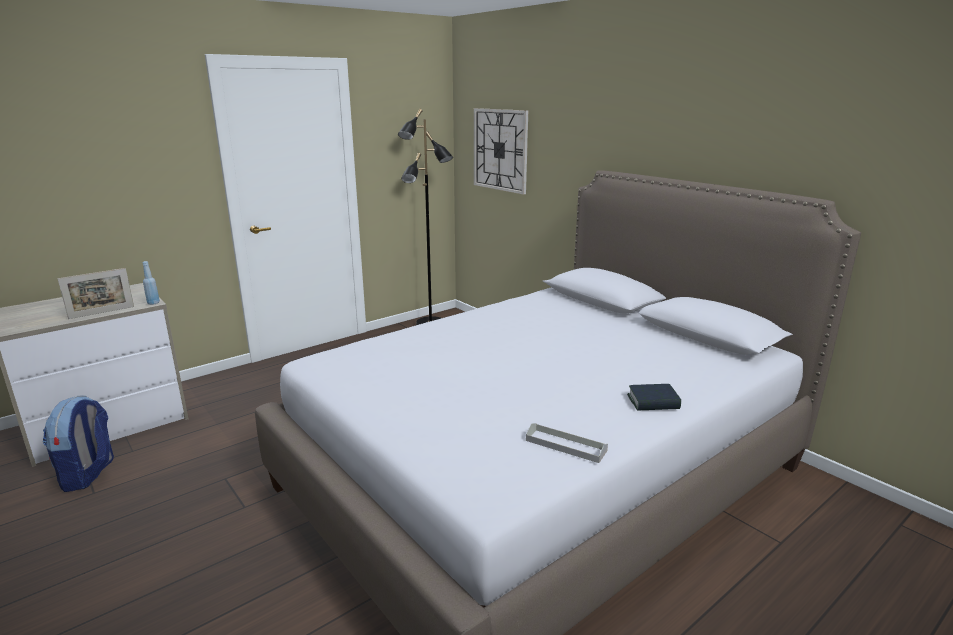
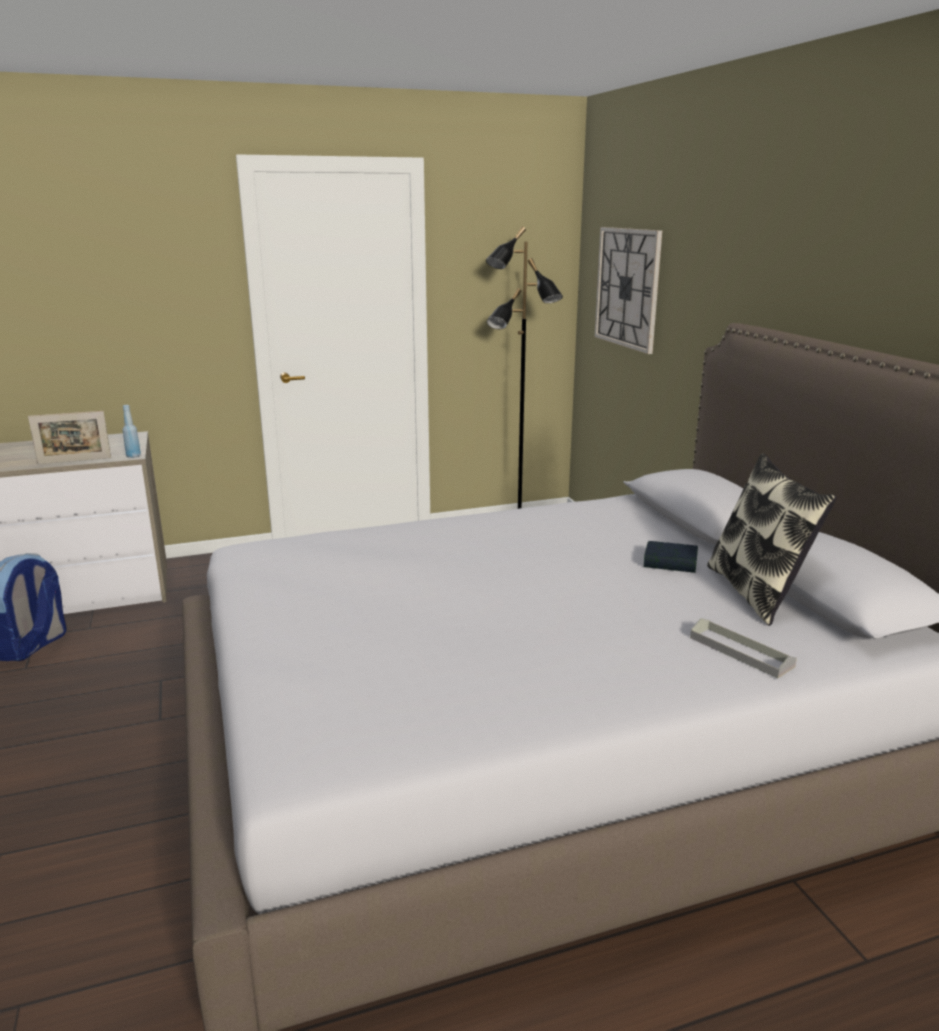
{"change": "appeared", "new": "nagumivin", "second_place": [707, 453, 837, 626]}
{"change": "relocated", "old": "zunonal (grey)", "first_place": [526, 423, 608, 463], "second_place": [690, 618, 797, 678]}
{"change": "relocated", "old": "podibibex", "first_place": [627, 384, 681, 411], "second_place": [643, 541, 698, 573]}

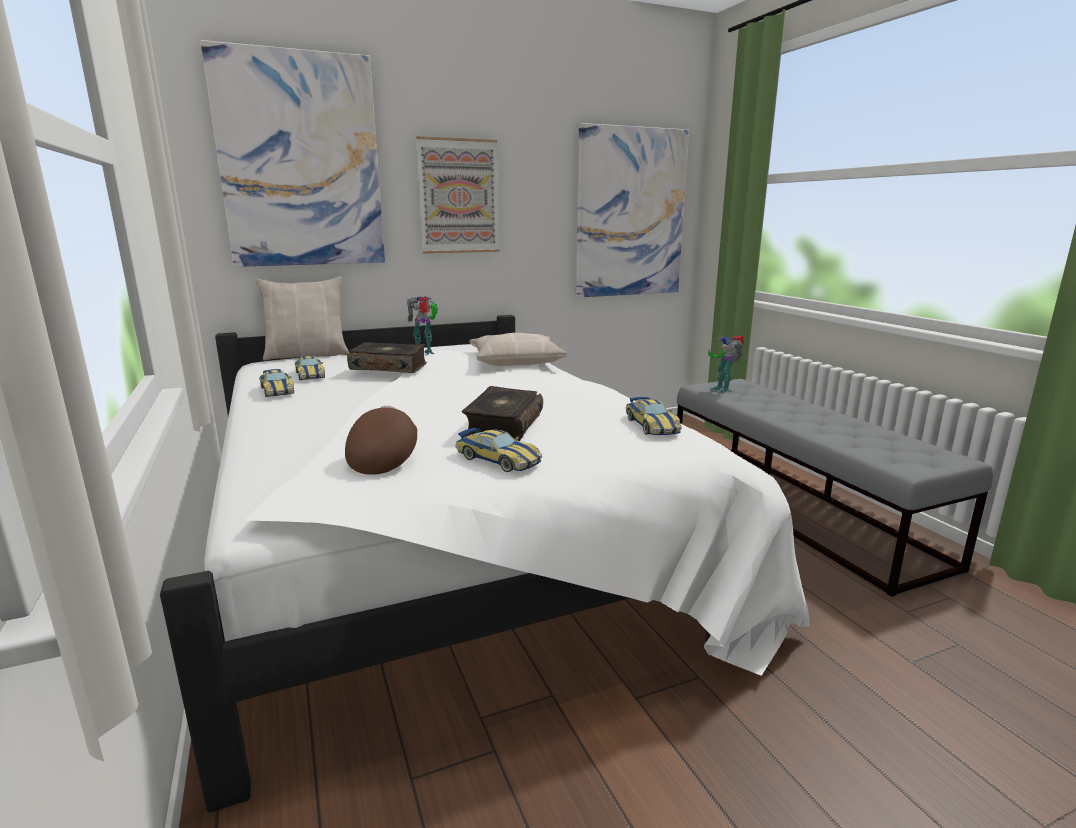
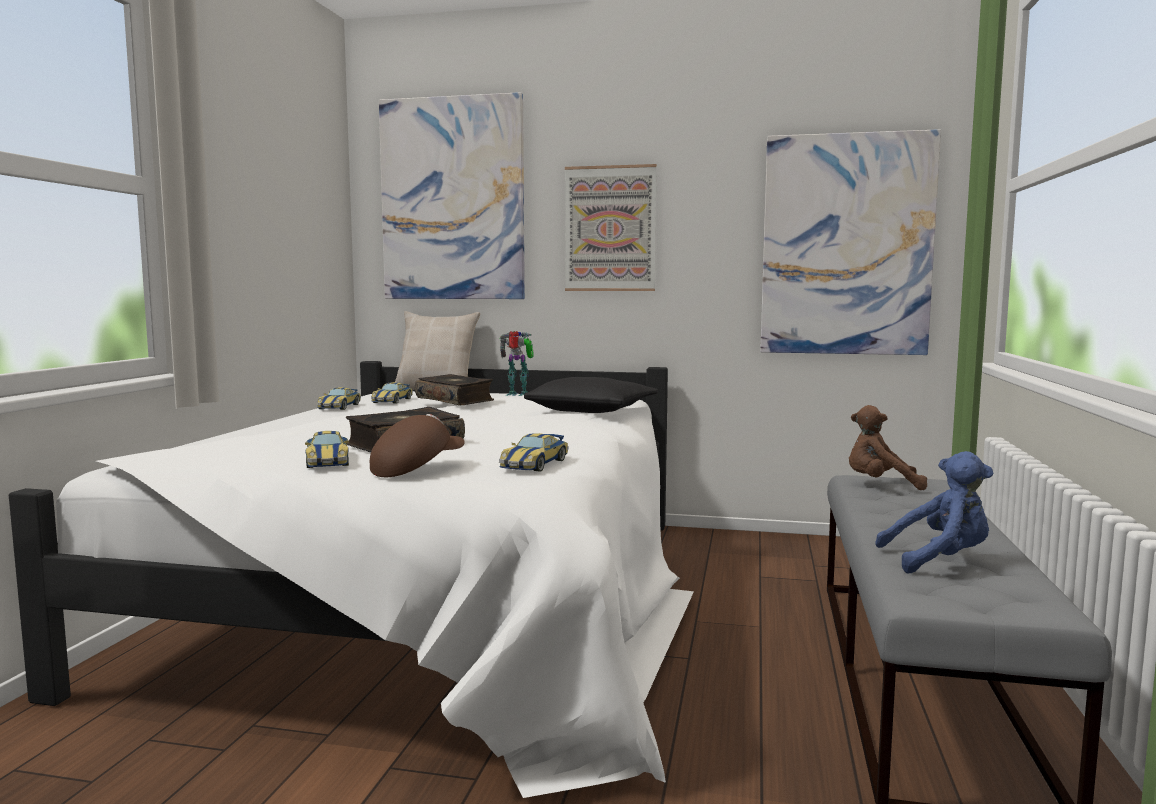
{"change": "appeared", "new": "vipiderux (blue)", "second_place": [875, 451, 994, 573]}
{"change": "relocated", "old": "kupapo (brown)", "first_place": [345, 406, 417, 475], "second_place": [370, 414, 465, 477]}
{"change": "exchanged", "old": "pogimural", "new": "vipiderux (brown)", "first_place": [708, 335, 744, 393], "second_place": [849, 405, 927, 490]}
{"change": "colour", "old": "nagumivin (beige)", "new": "nagumivin (black)", "first_place": [470, 333, 567, 366], "second_place": [524, 377, 658, 413]}

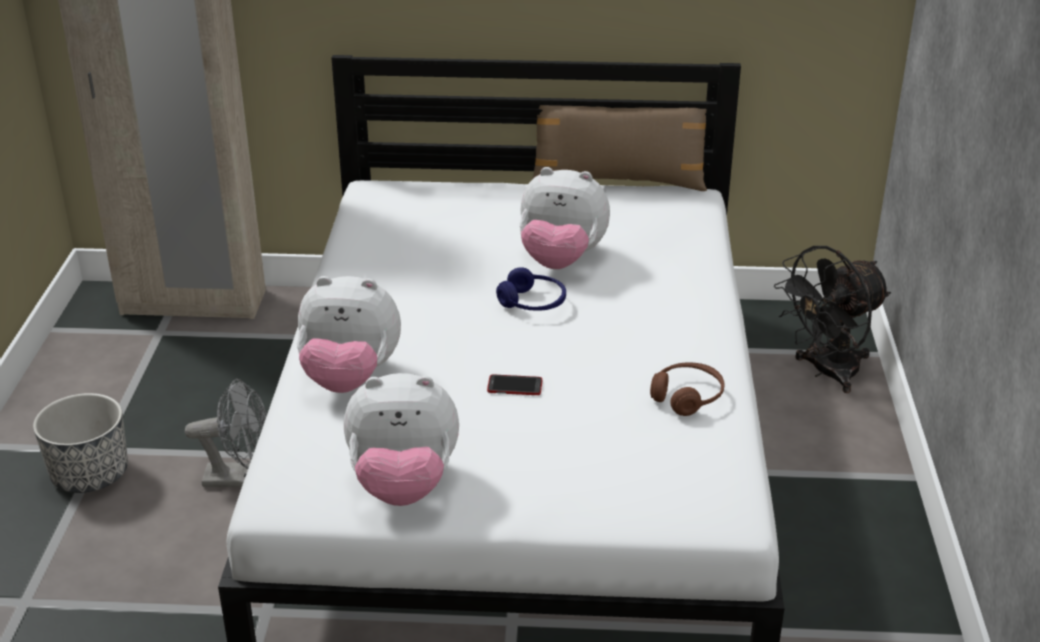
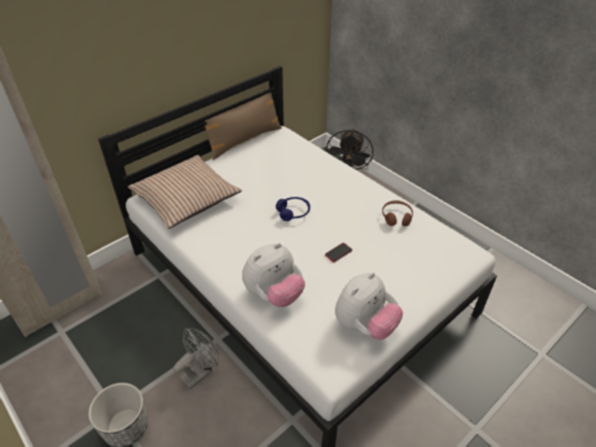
{"change": "missing", "old": "vipiderux", "first_place": [520, 167, 610, 269]}
{"change": "appeared", "new": "nagumivin", "second_place": [128, 155, 242, 229]}

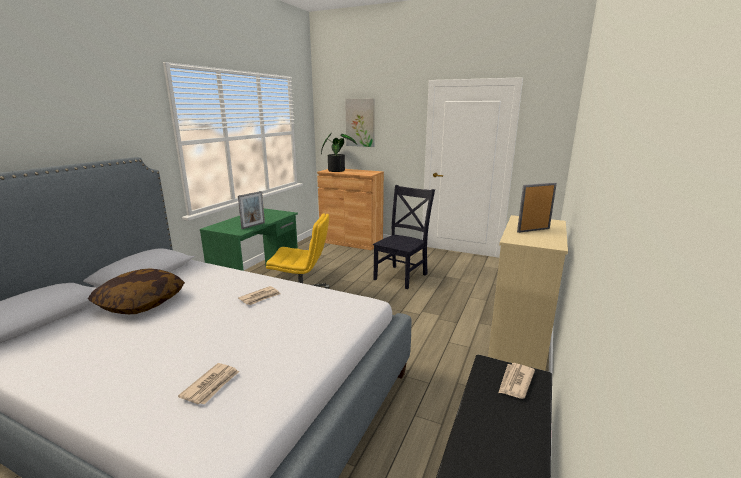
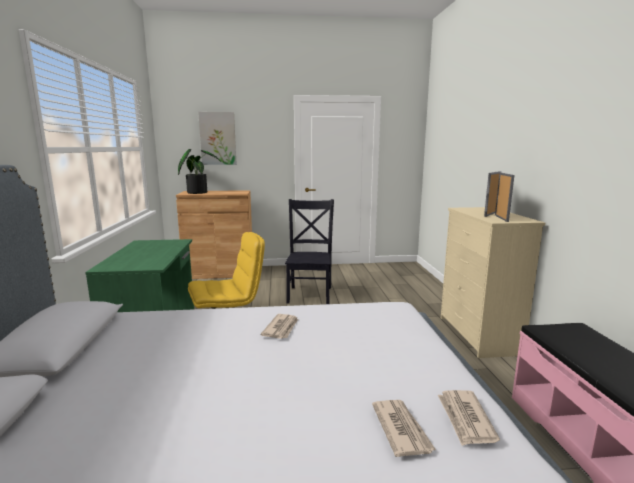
{"change": "missing", "old": "nagumivin", "first_place": [88, 269, 185, 314]}
{"change": "relocated", "old": "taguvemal", "first_place": [238, 191, 265, 229], "second_place": [495, 173, 514, 222]}
{"change": "relocated", "old": "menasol", "first_place": [498, 363, 535, 399], "second_place": [438, 390, 500, 446]}

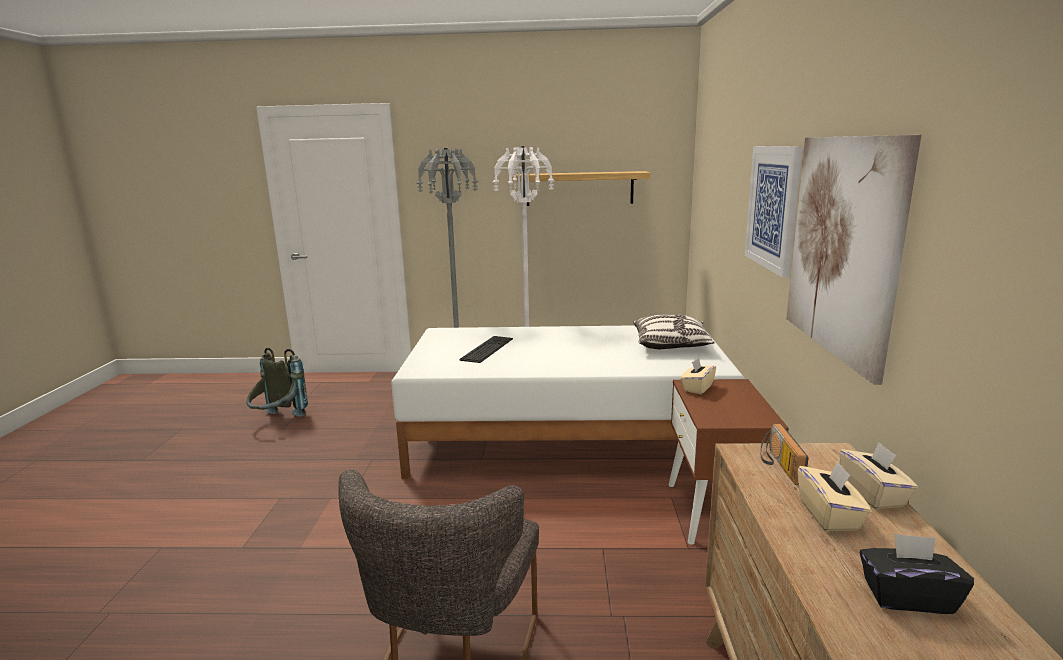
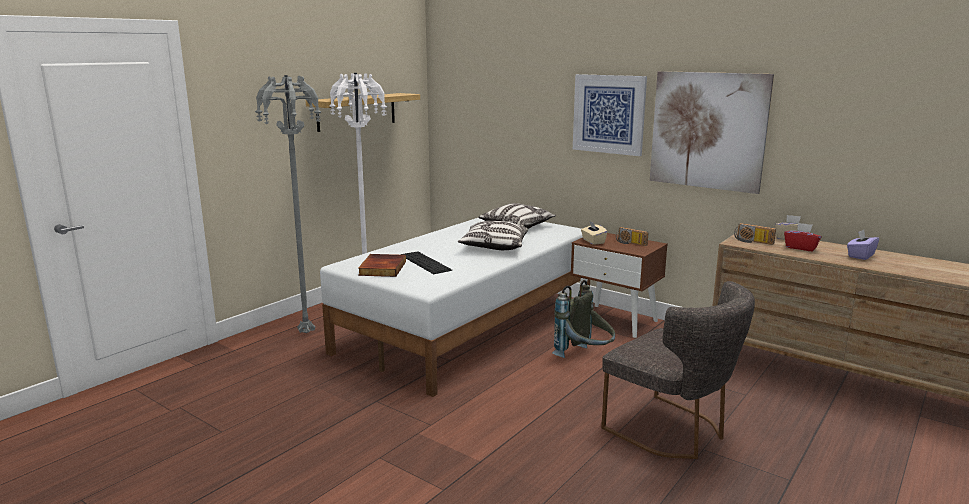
{"change": "appeared", "new": "podibibex", "second_place": [358, 254, 406, 277]}
{"change": "appeared", "new": "nagumivin", "second_place": [458, 221, 528, 250]}
{"change": "appeared", "new": "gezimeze", "second_place": [616, 227, 648, 246]}
{"change": "relocated", "old": "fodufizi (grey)", "first_place": [246, 348, 308, 417], "second_place": [552, 280, 615, 358]}
{"change": "colour", "old": "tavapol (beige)", "new": "tavapol (red)", "first_place": [798, 460, 871, 531], "second_place": [784, 223, 821, 251]}
{"change": "colour", "old": "tavapol (black)", "new": "tavapol (purple)", "first_place": [859, 533, 974, 614], "second_place": [847, 230, 879, 260]}

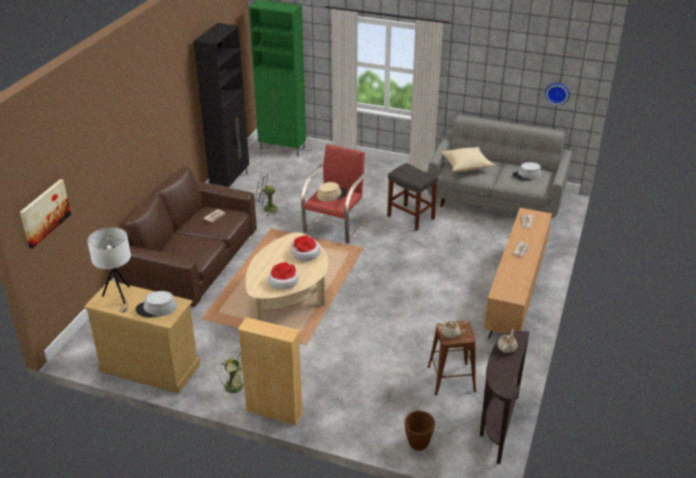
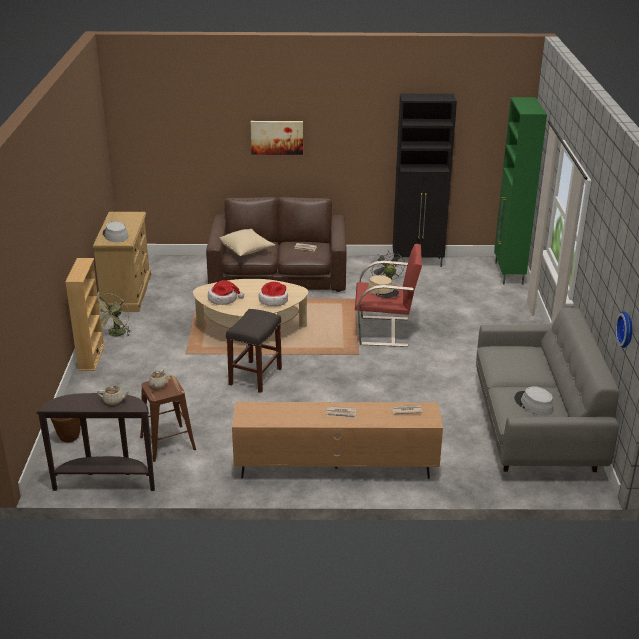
{"change": "missing", "old": "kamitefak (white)", "first_place": [87, 227, 131, 313]}
{"change": "relocated", "old": "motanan", "first_place": [20, 179, 71, 249], "second_place": [251, 121, 303, 155]}
{"change": "relocated", "old": "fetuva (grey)", "first_place": [387, 163, 438, 231], "second_place": [226, 309, 282, 393]}
{"change": "relocated", "old": "nagumivin (beige)", "first_place": [442, 147, 495, 172], "second_place": [220, 229, 275, 256]}

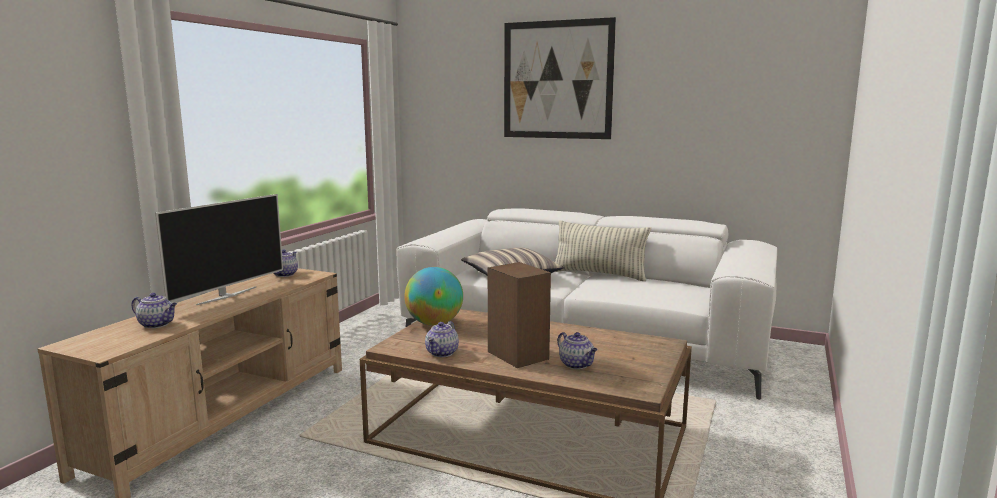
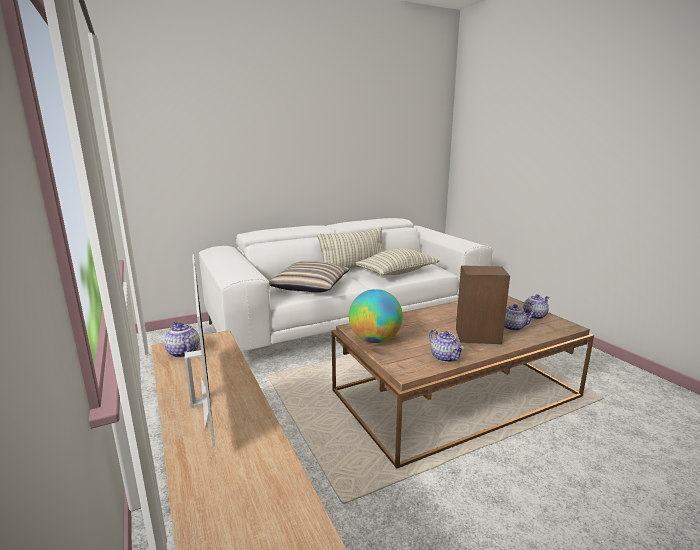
{"change": "missing", "old": "motanan", "first_place": [504, 17, 616, 139]}
{"change": "appeared", "new": "nagumivin", "second_place": [356, 248, 439, 275]}
{"change": "relocated", "old": "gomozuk", "first_place": [131, 293, 177, 328], "second_place": [523, 294, 549, 319]}

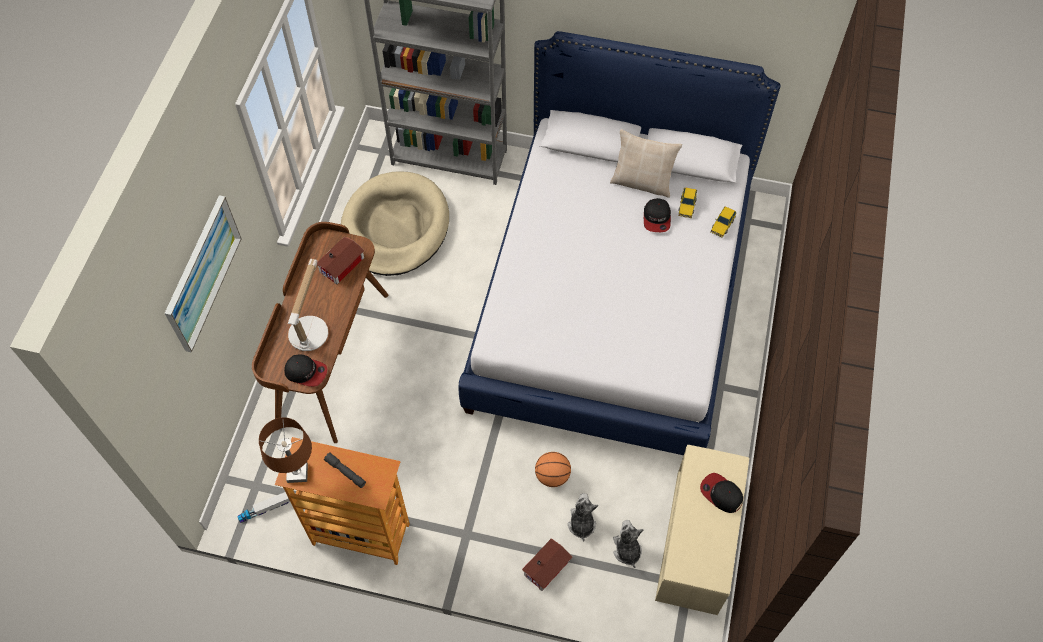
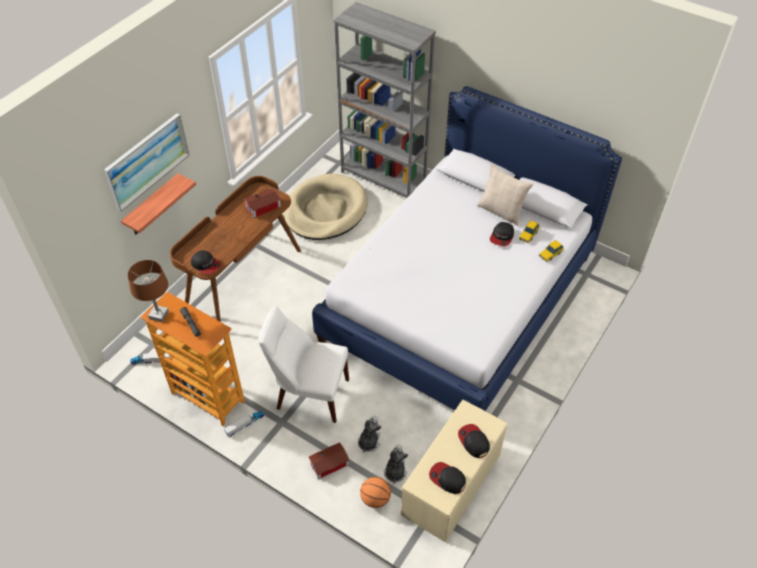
{"change": "missing", "old": "kamitefak", "first_place": [288, 259, 328, 351]}
{"change": "appeared", "new": "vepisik", "second_place": [121, 173, 196, 235]}
{"change": "appeared", "new": "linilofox", "second_place": [224, 411, 264, 437]}
{"change": "appeared", "new": "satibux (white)", "second_place": [258, 306, 349, 423]}
{"change": "appeared", "new": "kupapo", "second_place": [429, 462, 466, 494]}
{"change": "relocated", "old": "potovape", "first_place": [535, 452, 571, 487], "second_place": [360, 477, 391, 508]}

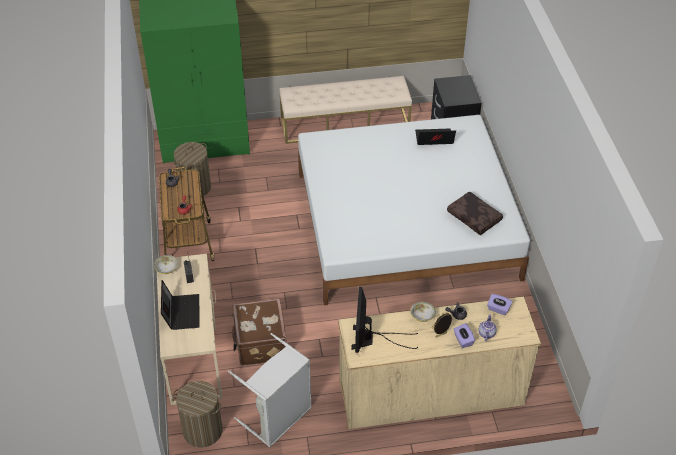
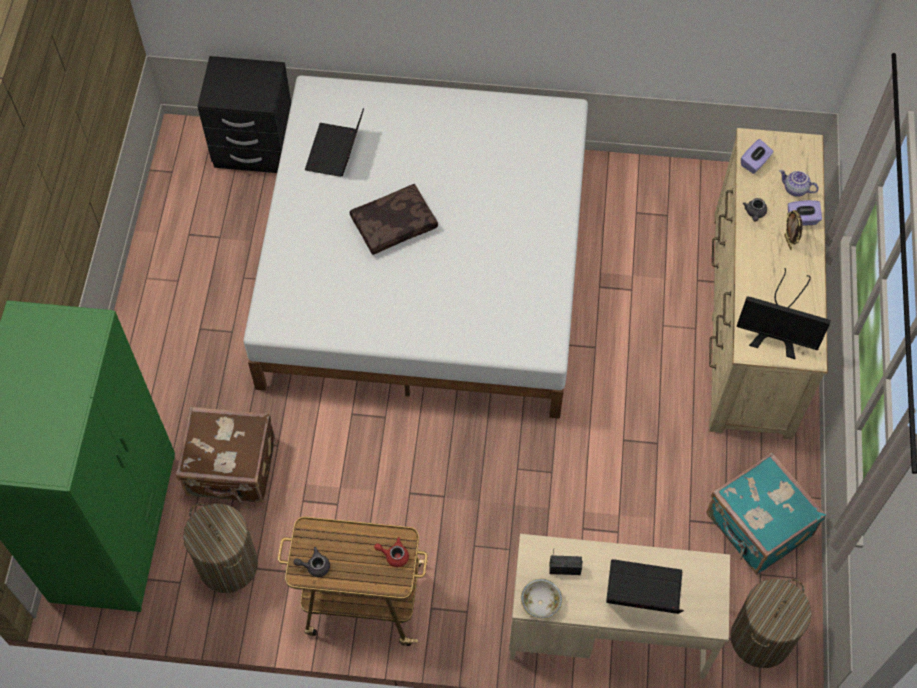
{"change": "missing", "old": "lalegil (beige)", "first_place": [279, 76, 412, 144]}
{"change": "missing", "old": "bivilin", "first_place": [410, 302, 436, 322]}
{"change": "relocated", "old": "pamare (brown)", "first_place": [231, 299, 286, 366], "second_place": [176, 407, 275, 503]}
{"change": "relocated", "old": "nagumivin (brown)", "first_place": [447, 191, 503, 235], "second_place": [349, 184, 438, 255]}
{"change": "exchanged", "old": "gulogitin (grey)", "new": "pamare (turquoise)", "first_place": [228, 333, 312, 447], "second_place": [706, 452, 826, 575]}

